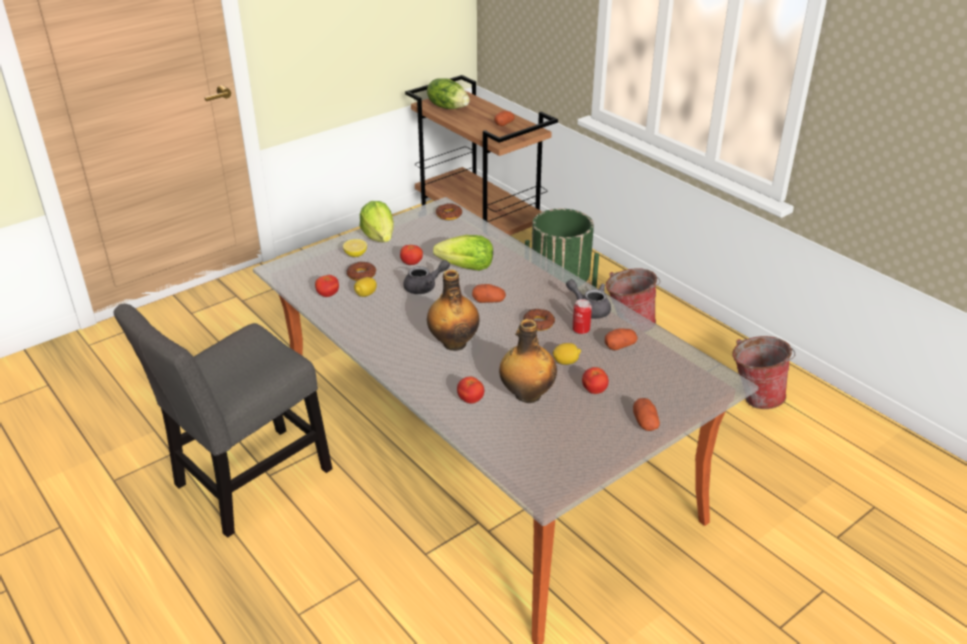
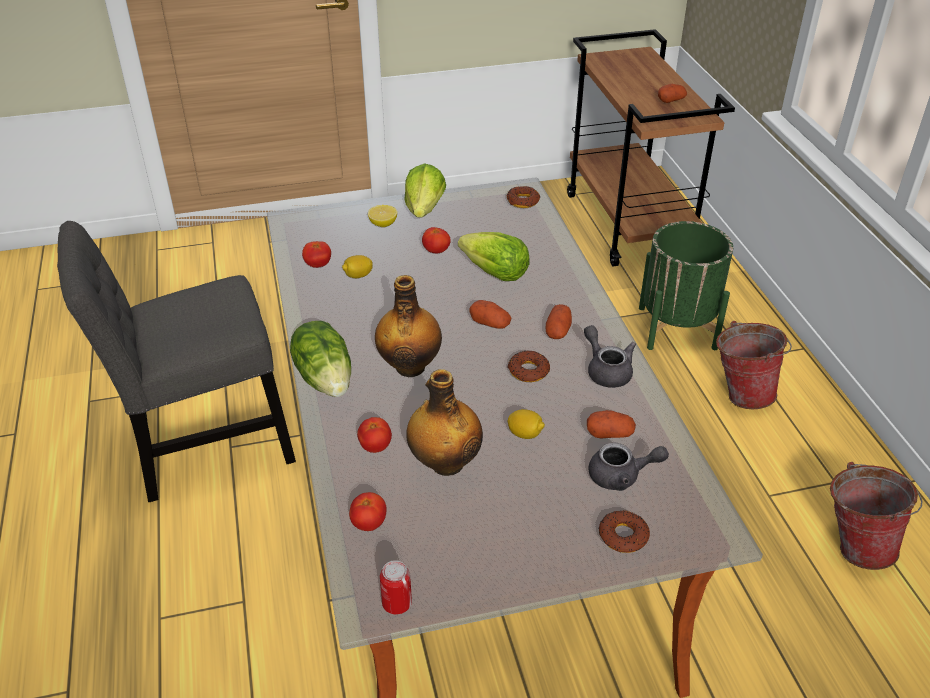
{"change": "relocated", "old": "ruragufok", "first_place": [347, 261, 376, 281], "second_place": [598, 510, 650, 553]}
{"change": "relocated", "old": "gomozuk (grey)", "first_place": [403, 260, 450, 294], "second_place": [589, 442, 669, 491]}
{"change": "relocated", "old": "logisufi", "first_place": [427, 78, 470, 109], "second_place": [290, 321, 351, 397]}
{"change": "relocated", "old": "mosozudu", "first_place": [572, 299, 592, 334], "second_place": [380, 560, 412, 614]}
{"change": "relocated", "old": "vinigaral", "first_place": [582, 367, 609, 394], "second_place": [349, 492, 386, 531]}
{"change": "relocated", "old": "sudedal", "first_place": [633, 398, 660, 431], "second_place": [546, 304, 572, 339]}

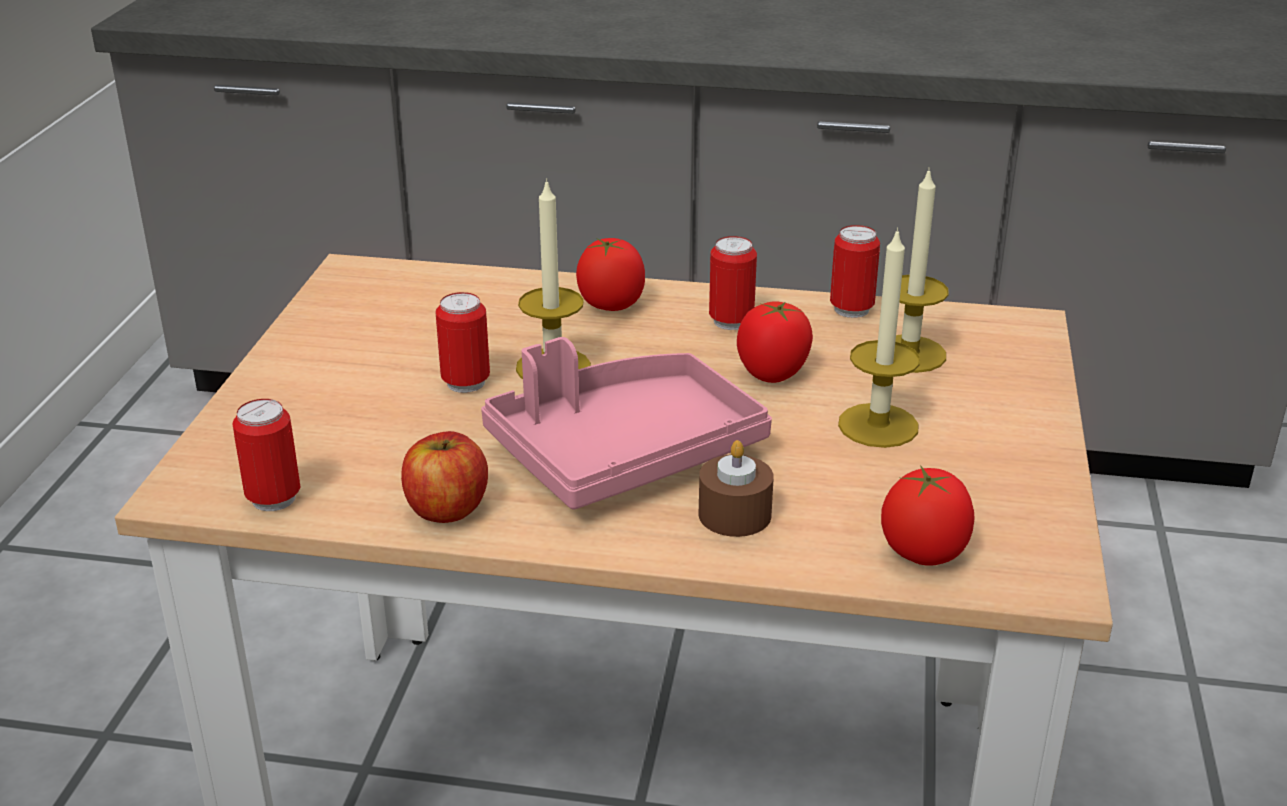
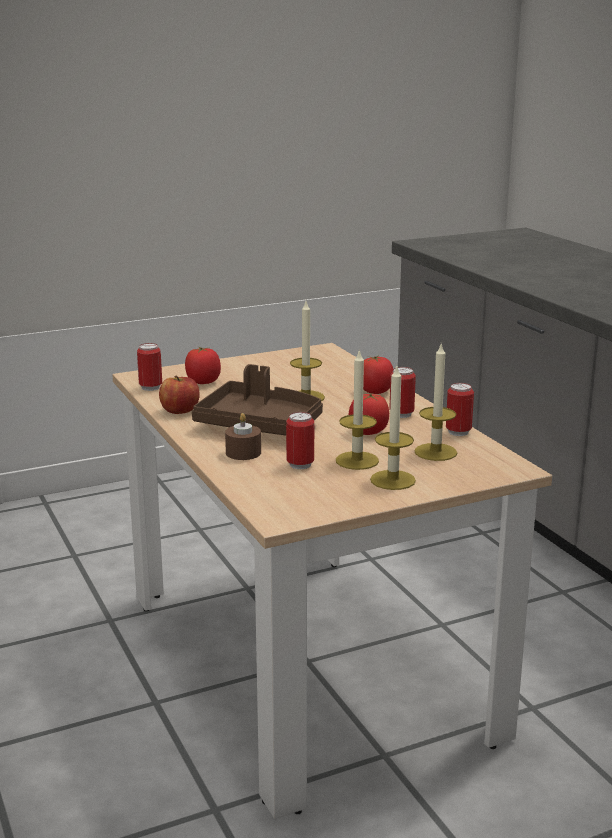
{"change": "appeared", "new": "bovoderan", "second_place": [370, 364, 416, 490]}
{"change": "relocated", "old": "mosozudu", "first_place": [435, 292, 490, 393], "second_place": [286, 412, 314, 469]}
{"change": "relocated", "old": "vinigaral", "first_place": [881, 465, 975, 566], "second_place": [185, 347, 221, 384]}
{"change": "colour", "old": "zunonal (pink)", "new": "zunonal (brown)", "first_place": [481, 337, 772, 509], "second_place": [192, 364, 323, 435]}

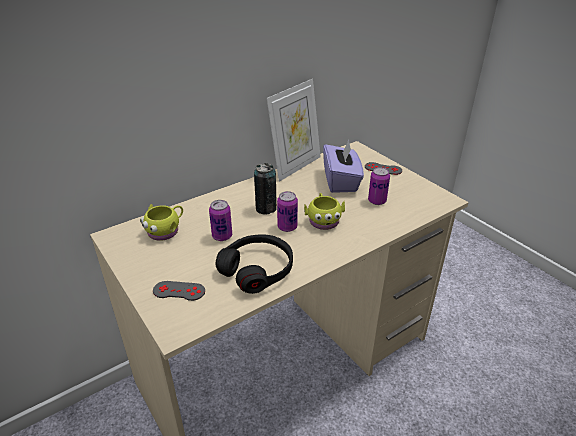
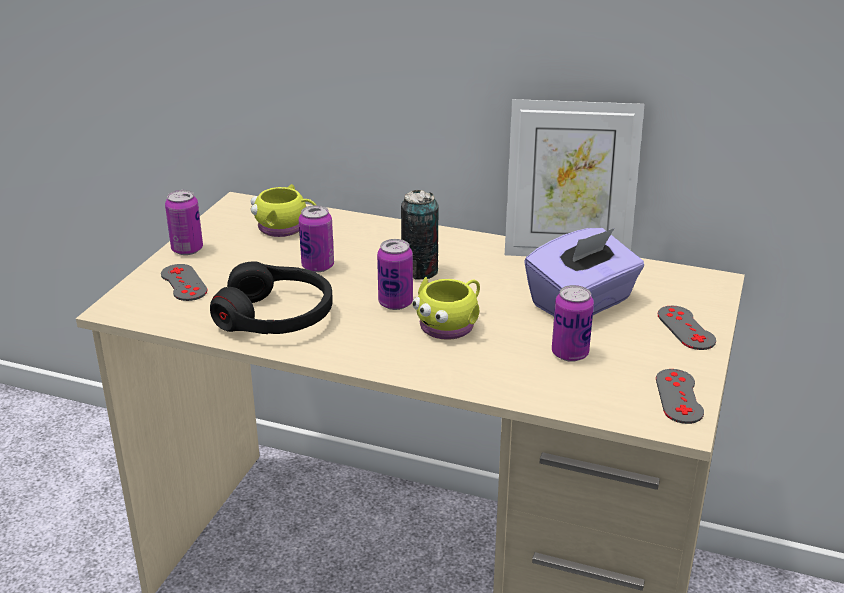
{"change": "appeared", "new": "mosozudu", "second_place": [165, 190, 203, 255]}
{"change": "appeared", "new": "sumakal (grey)", "second_place": [656, 369, 704, 424]}

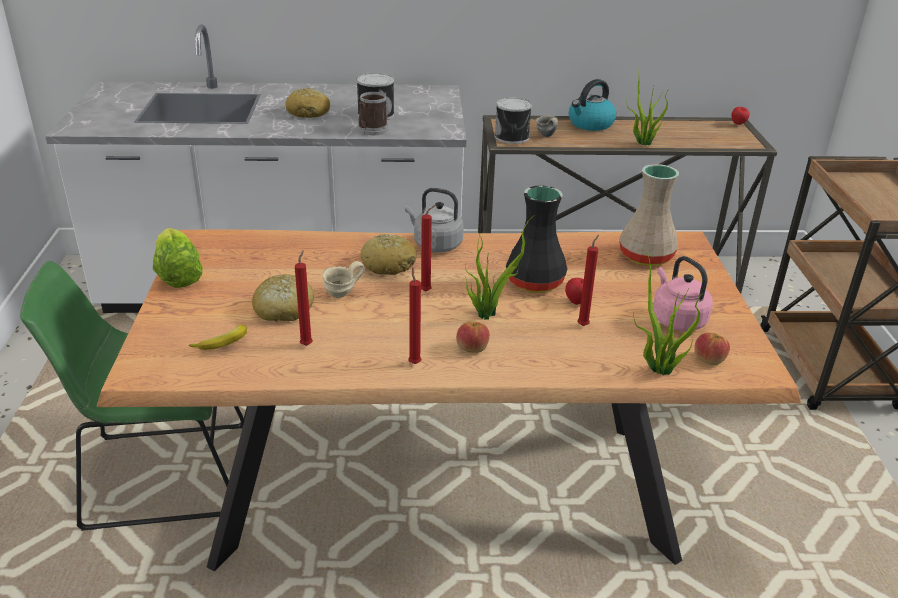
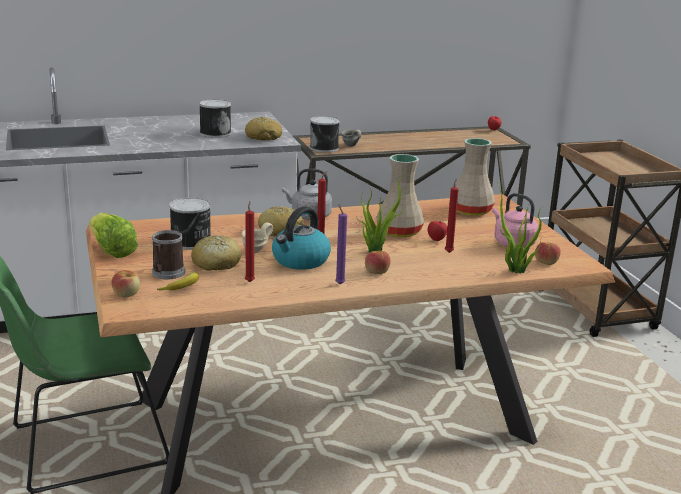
{"change": "missing", "old": "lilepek", "first_place": [626, 65, 668, 146]}
{"change": "appeared", "new": "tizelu", "second_place": [111, 270, 140, 297]}
{"change": "appeared", "new": "mosozudu", "second_place": [169, 197, 211, 250]}
{"change": "relocated", "old": "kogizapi", "first_place": [285, 88, 330, 118], "second_place": [245, 116, 282, 140]}
{"change": "relocated", "old": "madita", "first_place": [358, 92, 388, 135], "second_place": [152, 230, 185, 279]}
{"change": "relocated", "old": "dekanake", "first_place": [569, 79, 616, 131], "second_place": [272, 206, 331, 270]}
{"change": "colour", "old": "bovoderan (red)", "new": "bovoderan (purple)", "first_place": [408, 267, 421, 364], "second_place": [335, 204, 347, 284]}
{"change": "colour", "old": "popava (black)", "new": "popava (beige)", "first_place": [506, 186, 567, 293], "second_place": [377, 154, 424, 237]}

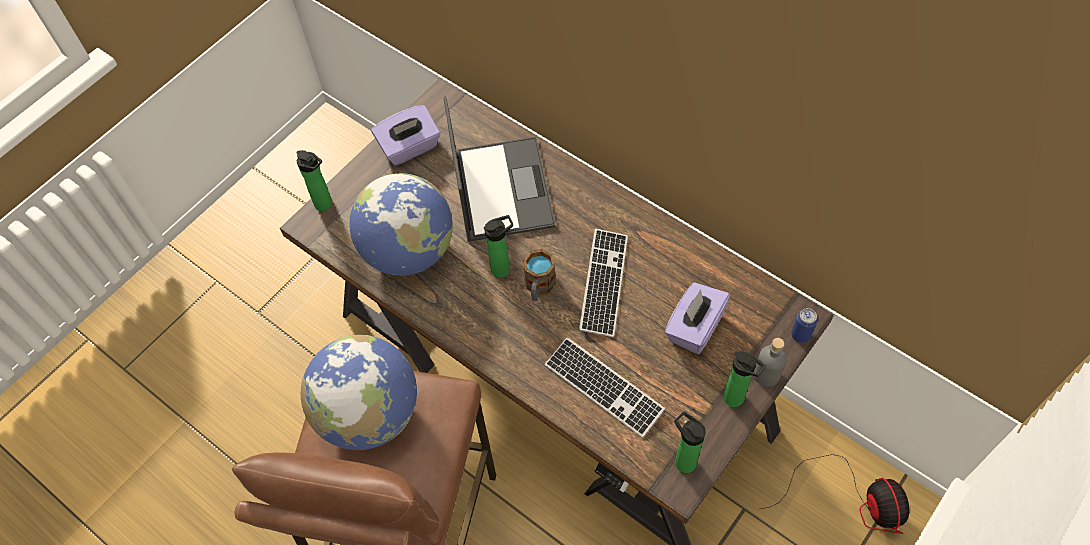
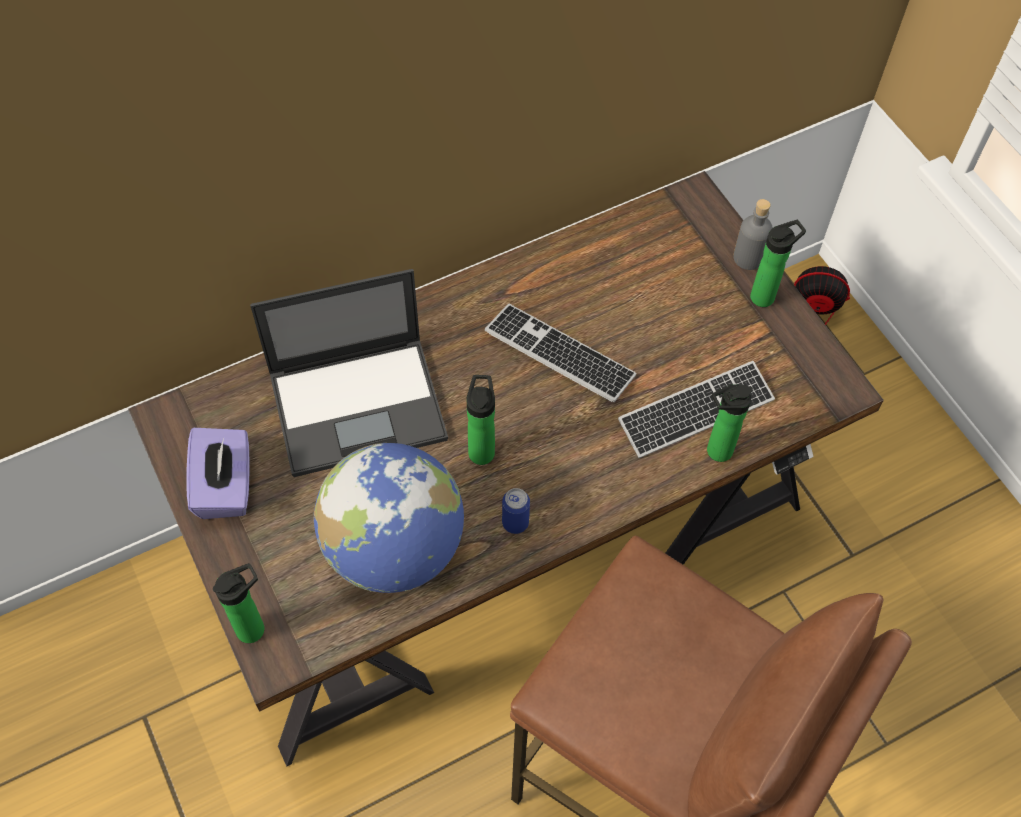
{"change": "missing", "old": "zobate", "first_place": [301, 335, 417, 450]}
{"change": "missing", "old": "madita", "first_place": [523, 249, 556, 301]}
{"change": "missing", "old": "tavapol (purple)", "first_place": [665, 282, 731, 354]}
{"change": "relocated", "old": "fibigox", "first_place": [674, 411, 705, 473], "second_place": [707, 385, 753, 462]}
{"change": "relocated", "old": "mosozudu", "first_place": [791, 308, 818, 343], "second_place": [502, 488, 530, 534]}
{"change": "spun", "old": "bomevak", "first_place": [444, 96, 556, 242], "second_place": [250, 269, 448, 477], "degrees": 150}

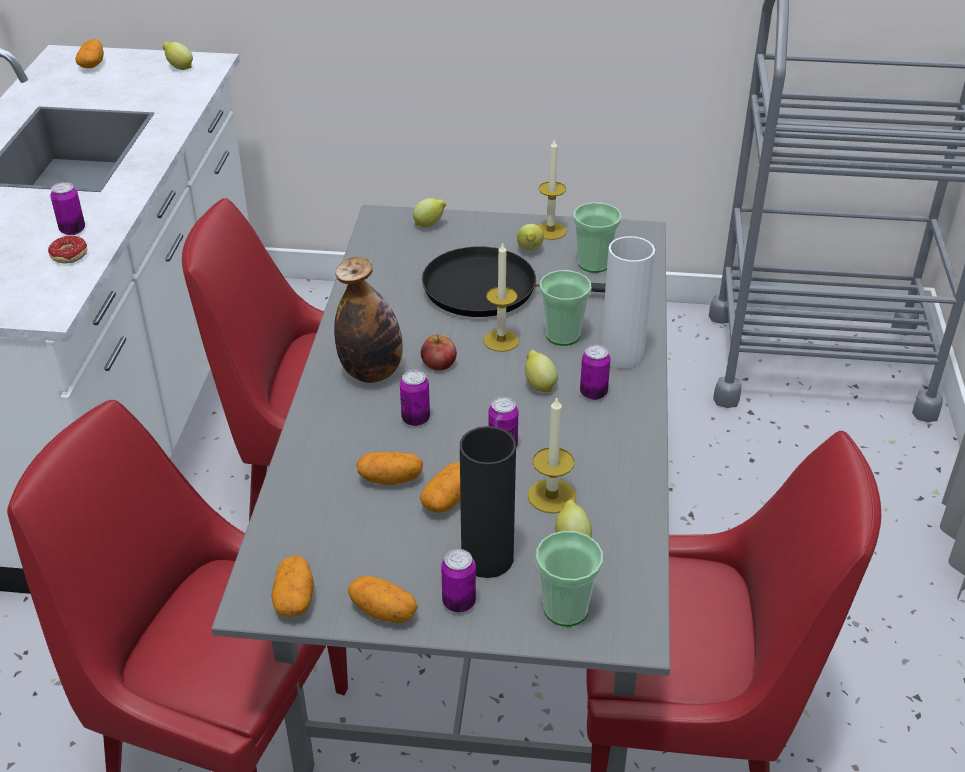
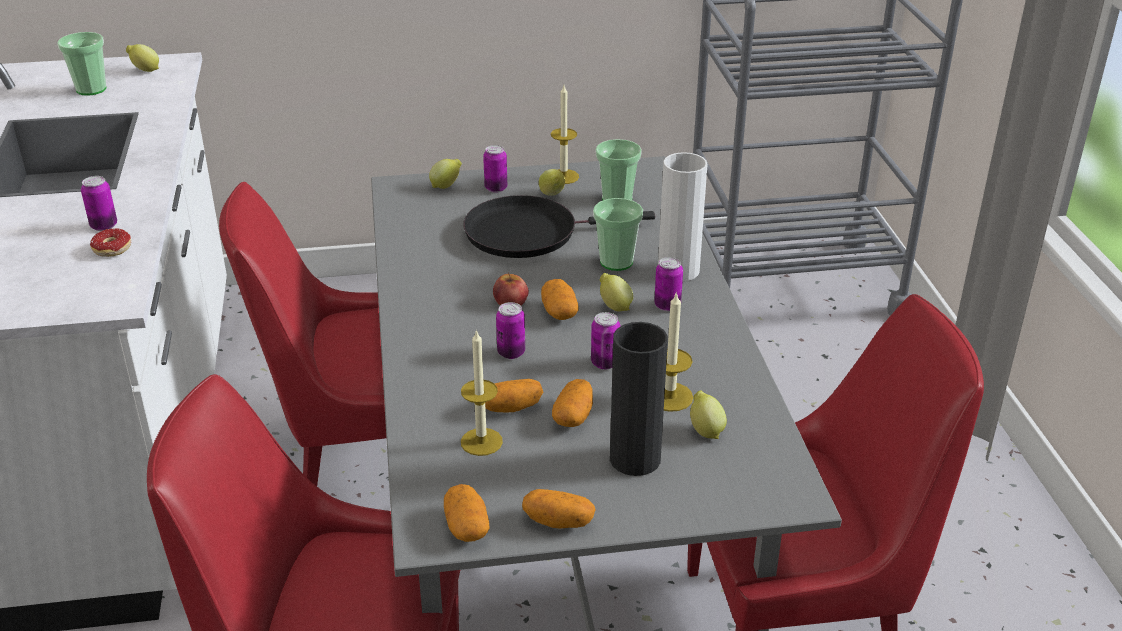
{"change": "missing", "old": "fibigox", "first_place": [334, 257, 403, 383]}
{"change": "relocated", "old": "sudedal", "first_place": [75, 39, 104, 68], "second_place": [541, 279, 579, 320]}
{"change": "relocated", "old": "mosozudu", "first_place": [441, 549, 476, 612], "second_place": [483, 145, 507, 193]}
{"change": "relocated", "old": "bovoderan", "first_place": [483, 242, 519, 352], "second_place": [461, 329, 503, 456]}
{"change": "relocated", "old": "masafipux", "first_place": [536, 531, 603, 627], "second_place": [57, 32, 106, 96]}

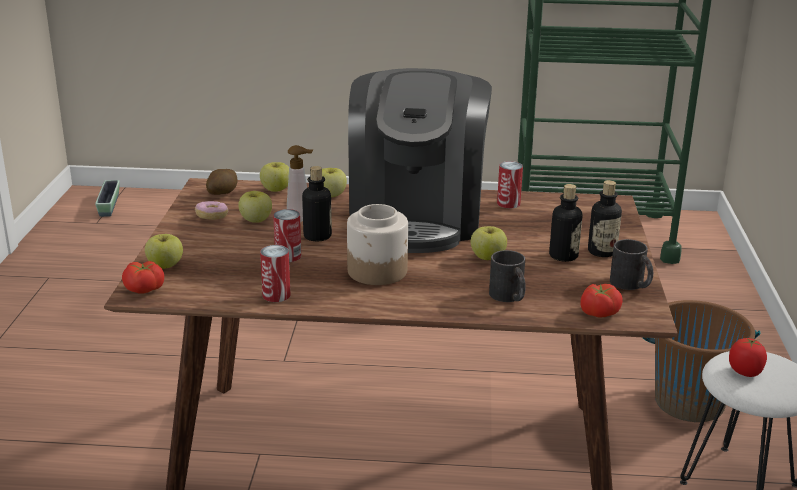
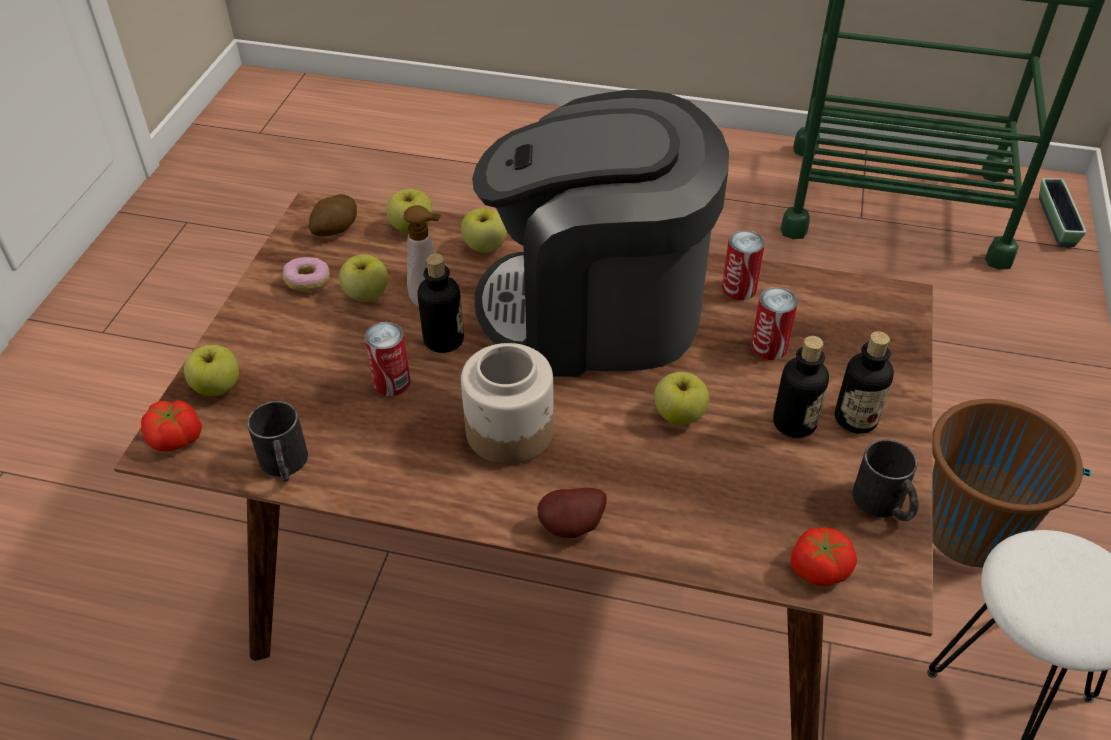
{"change": "missing", "old": "vinigaral", "first_place": [729, 338, 767, 377]}
{"change": "appeared", "new": "sudedal", "second_place": [537, 488, 607, 538]}
{"change": "relocated", "old": "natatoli", "first_place": [95, 180, 120, 217], "second_place": [1039, 178, 1086, 247]}
{"change": "relocated", "old": "mosozudu", "first_place": [260, 245, 291, 302], "second_place": [751, 287, 798, 360]}
{"change": "relocated", "old": "madita (black)", "first_place": [489, 250, 526, 302], "second_place": [247, 401, 308, 482]}
{"change": "spun", "old": "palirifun", "first_place": [348, 68, 492, 253], "second_place": [472, 90, 729, 377], "degrees": 75}

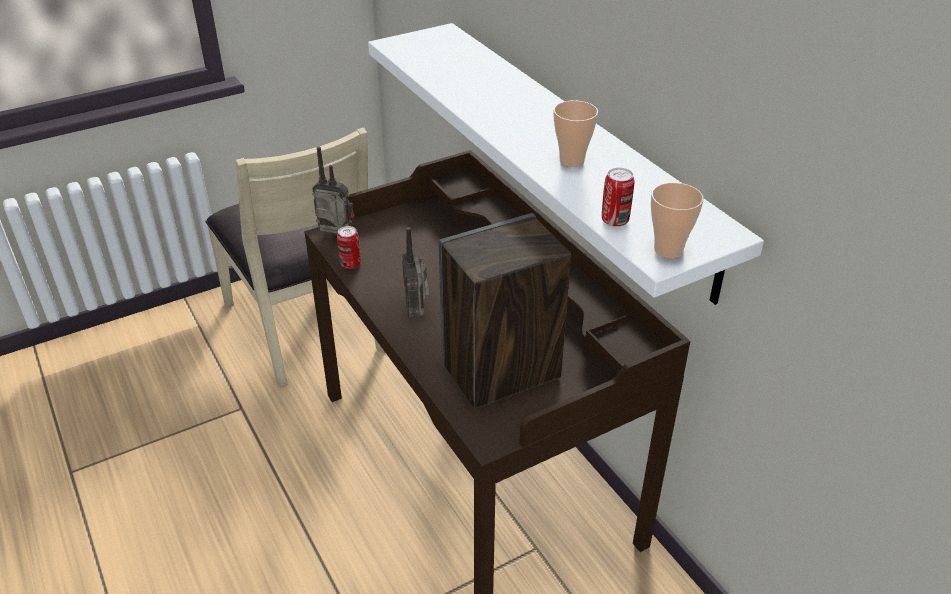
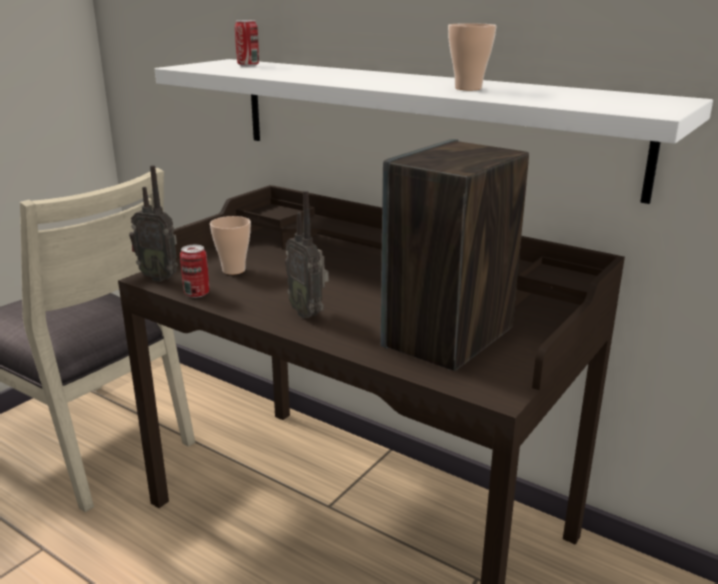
{"change": "relocated", "old": "mosozudu", "first_place": [602, 168, 634, 227], "second_place": [235, 20, 259, 66]}
{"change": "relocated", "old": "masafipux", "first_place": [651, 183, 704, 258], "second_place": [210, 216, 251, 275]}
{"change": "spun", "old": "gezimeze", "first_place": [312, 146, 355, 236], "second_place": [129, 165, 178, 282], "degrees": -150}

